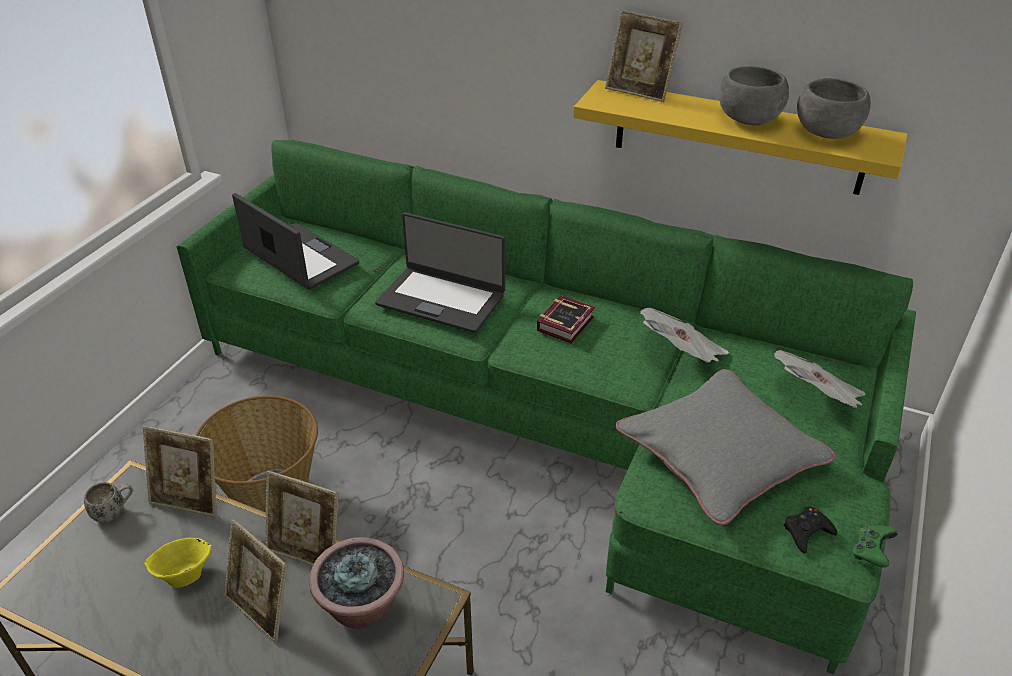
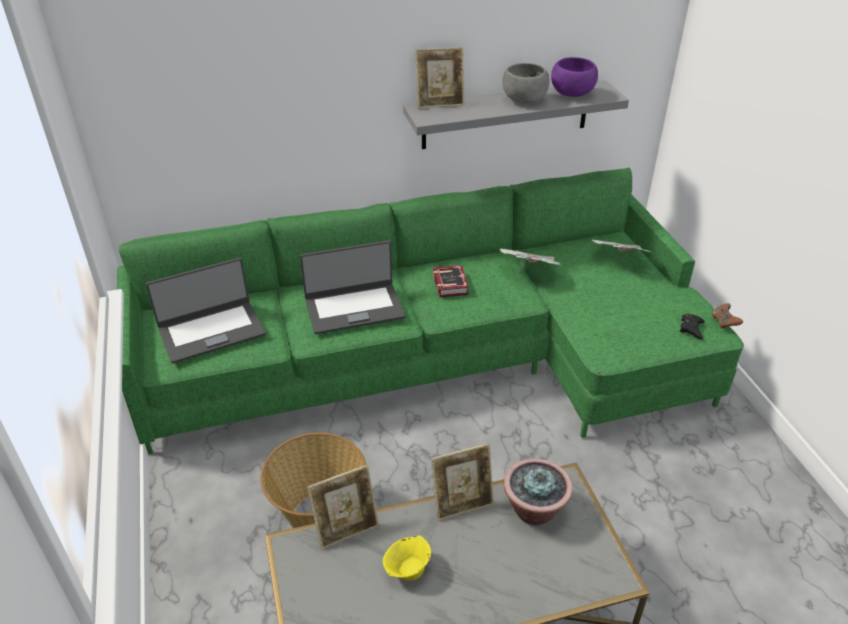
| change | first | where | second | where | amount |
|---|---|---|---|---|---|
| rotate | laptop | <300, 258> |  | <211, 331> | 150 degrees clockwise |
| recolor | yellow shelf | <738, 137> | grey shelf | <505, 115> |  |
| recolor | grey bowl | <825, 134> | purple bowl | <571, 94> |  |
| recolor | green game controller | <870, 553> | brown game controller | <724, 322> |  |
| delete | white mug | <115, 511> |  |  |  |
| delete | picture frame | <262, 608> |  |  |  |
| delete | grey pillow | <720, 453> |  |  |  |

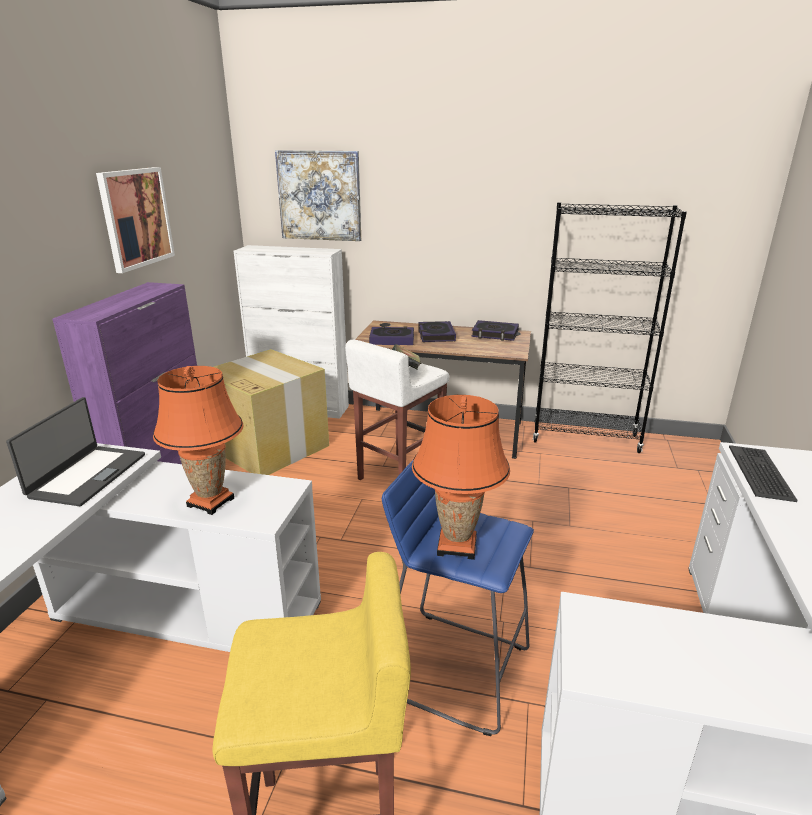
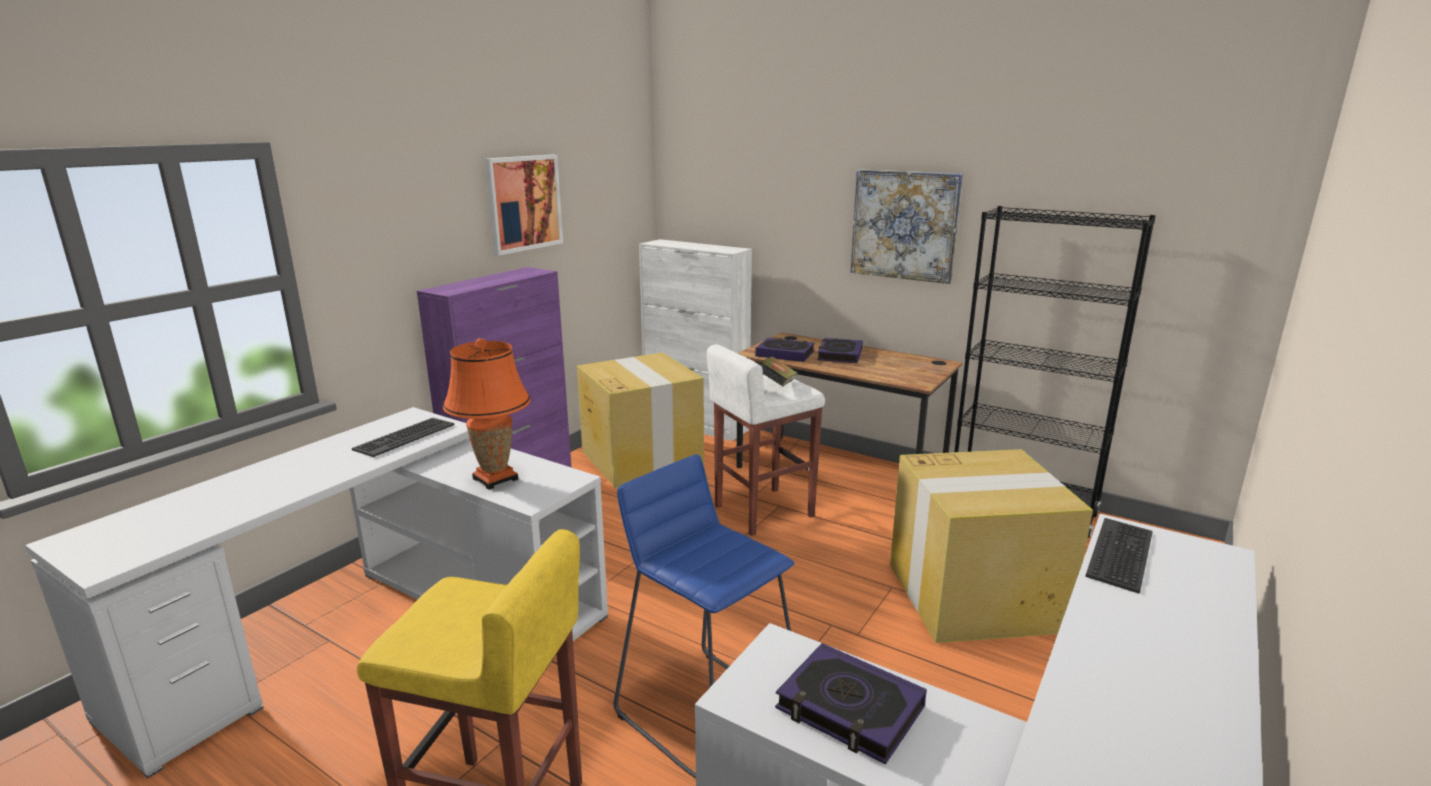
| change | first | where | second | where | amount |
|---|---|---|---|---|---|
| replace | laptop | <87, 475> | keyboard | <404, 437> |  |
| move | book | <495, 334> |  | <849, 709> |  |
| move | picture | <319, 196> |  | <904, 225> |  |
| insert |  |  | cardboard box | <975, 596> |  |
| delete | orange table lamp | <457, 545> |  |  |  |

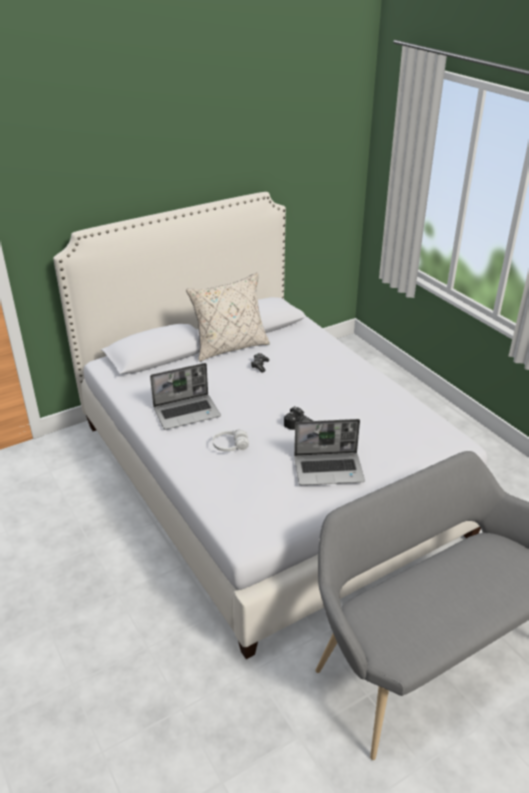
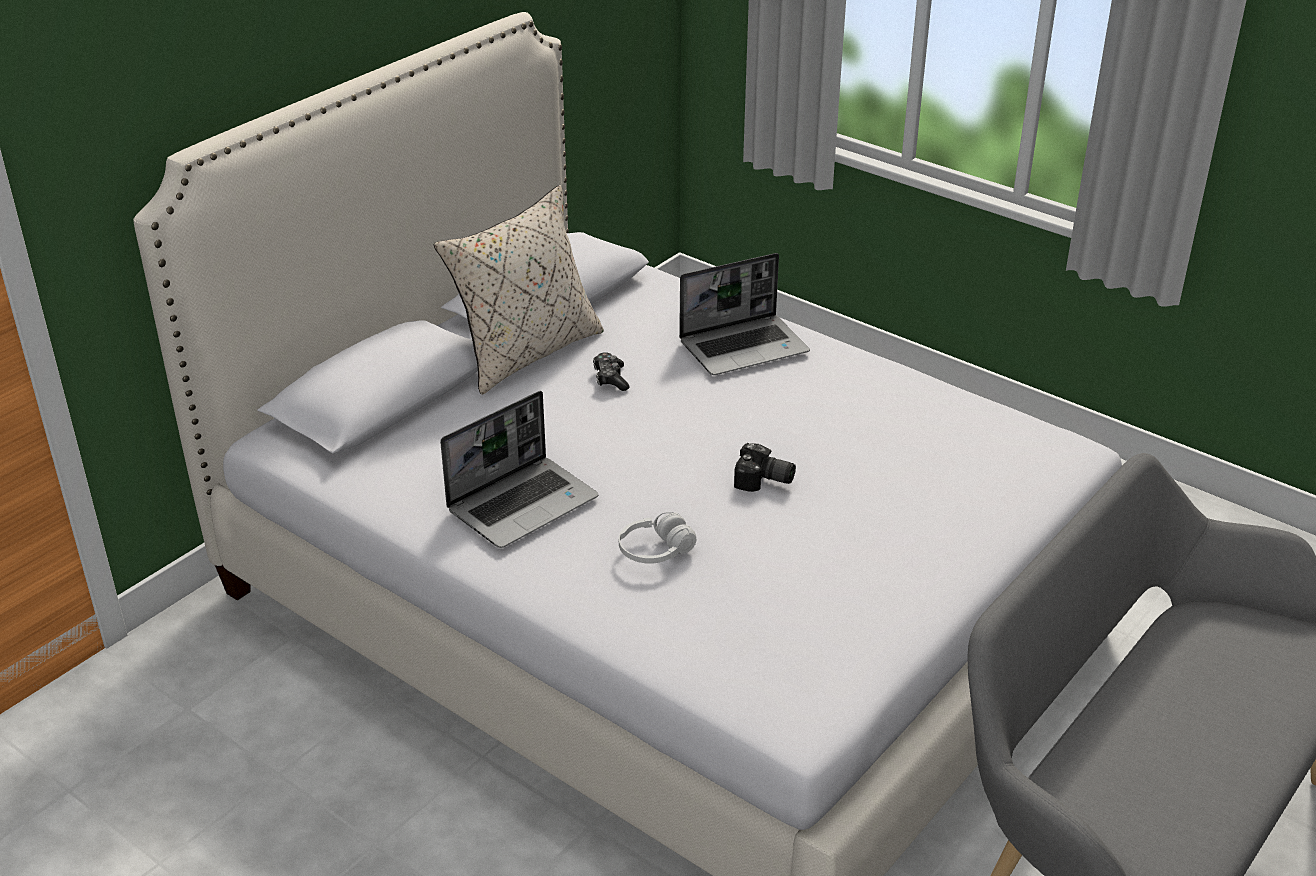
| change | first | where | second | where | amount |
|---|---|---|---|---|---|
| move | laptop | <329, 469> |  | <744, 347> |  |

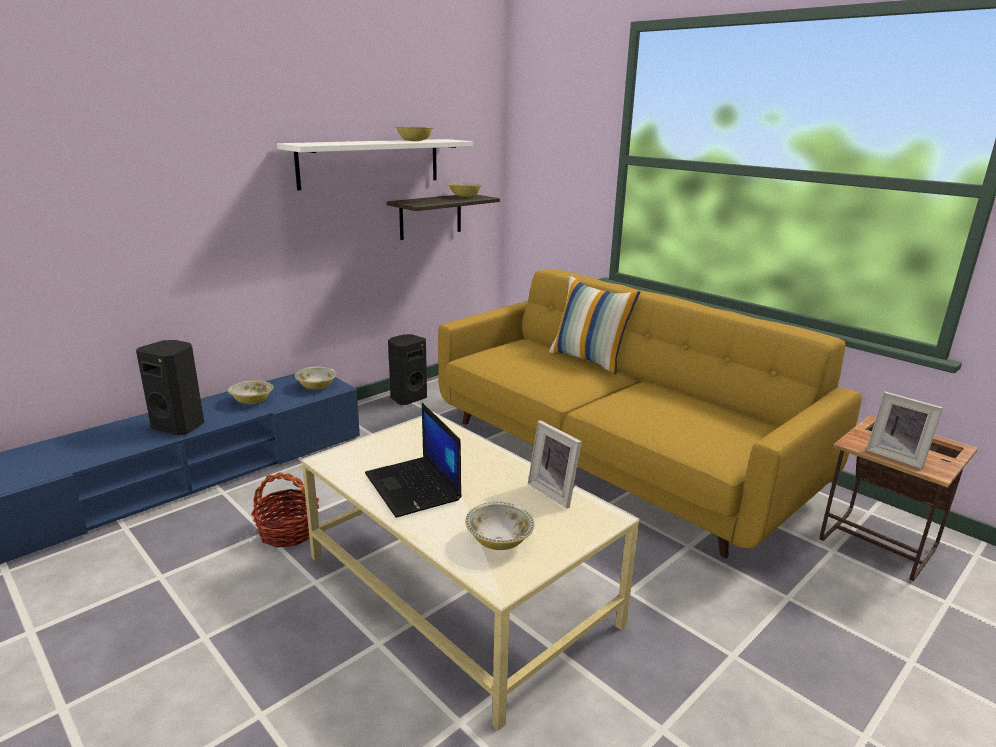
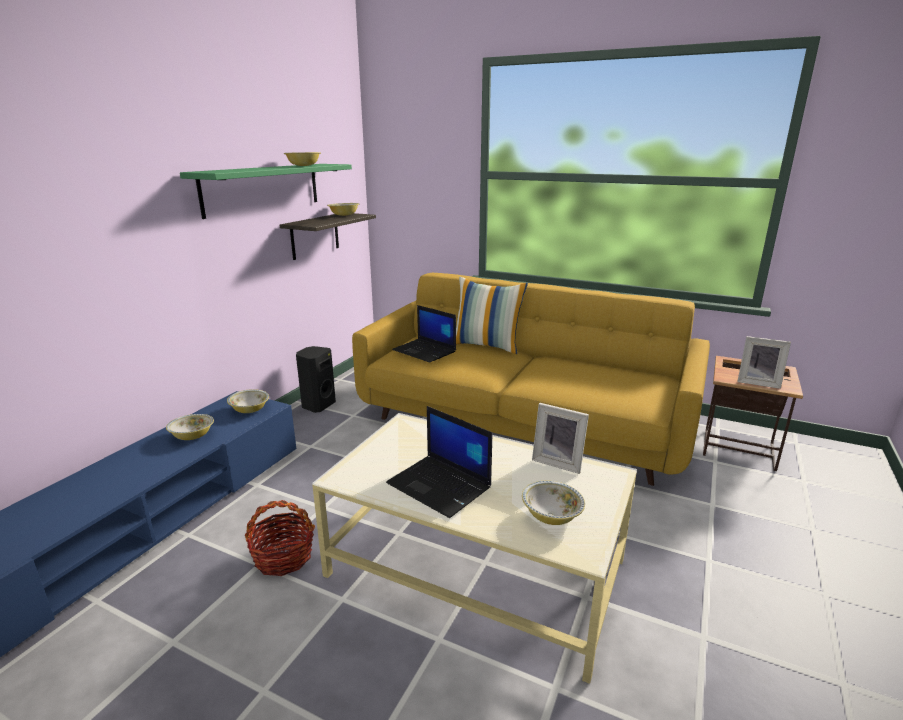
| change | first | where | second | where | amount |
|---|---|---|---|---|---|
| recolor | white shelf | <370, 163> | green shelf | <263, 188> |  |
| insert |  |  | laptop | <425, 351> |  |
| delete | black speaker | <180, 426> |  |  |  |

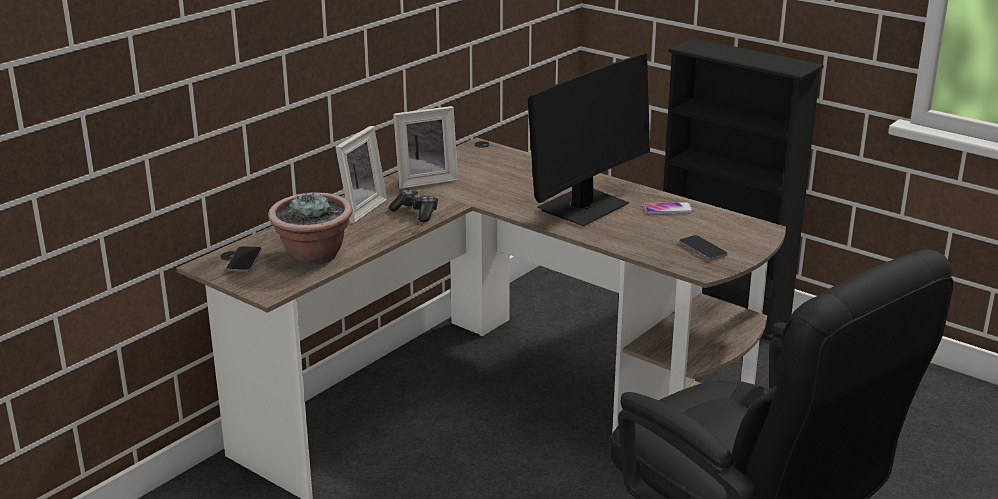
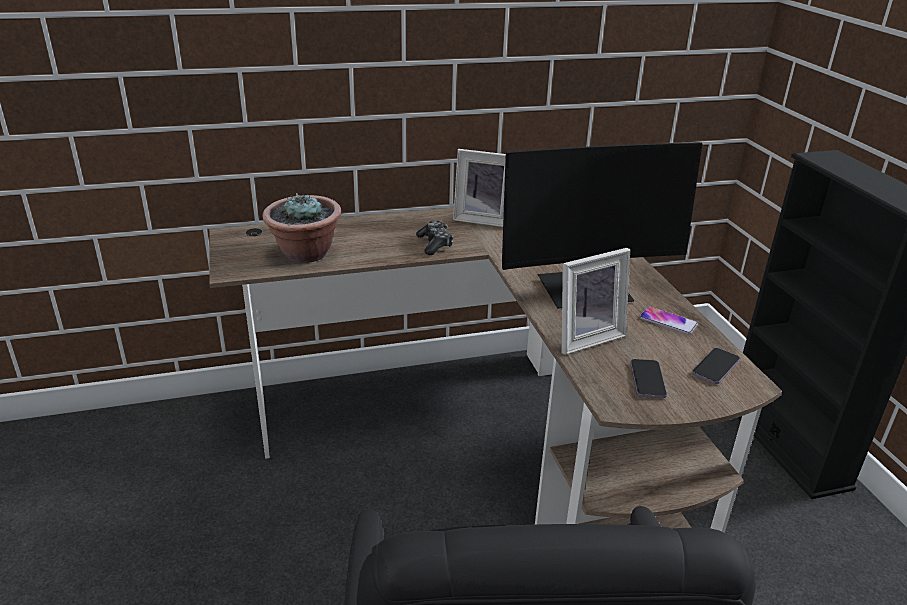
| change | first | where | second | where | amount |
|---|---|---|---|---|---|
| move | picture frame | <358, 209> |  | <585, 337> |  |
| move | phone | <244, 261> |  | <715, 367> |  |

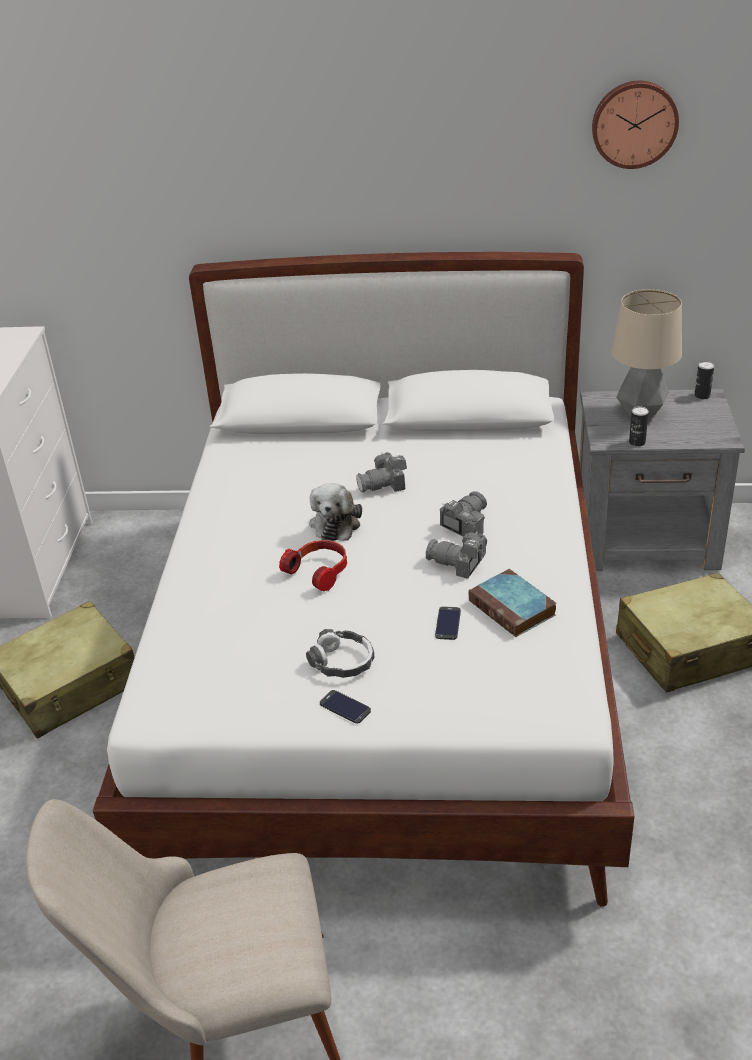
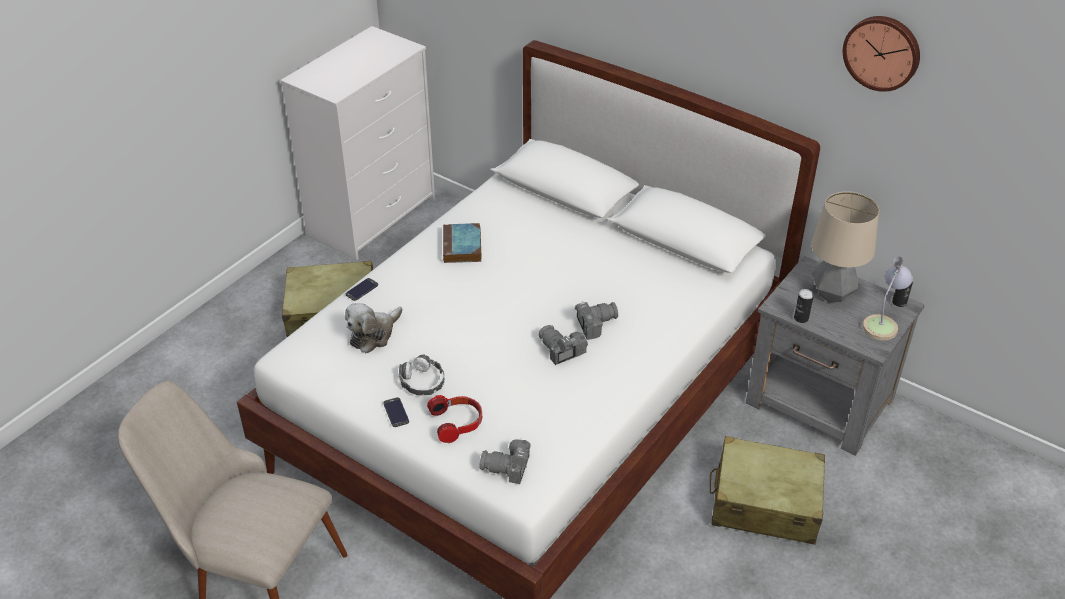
| change | first | where | second | where | amount |
|---|---|---|---|---|---|
| move | phone | <448, 623> |  | <362, 289> |  |
| move | plush toy | <336, 522> |  | <373, 334> |  |
| move | headphones | <319, 571> |  | <457, 423> |  |
| move | book | <513, 608> |  | <462, 247> |  |
| move | photo camera | <384, 484> |  | <508, 468> |  |
| insert |  |  | table lamp | <883, 324> |  |

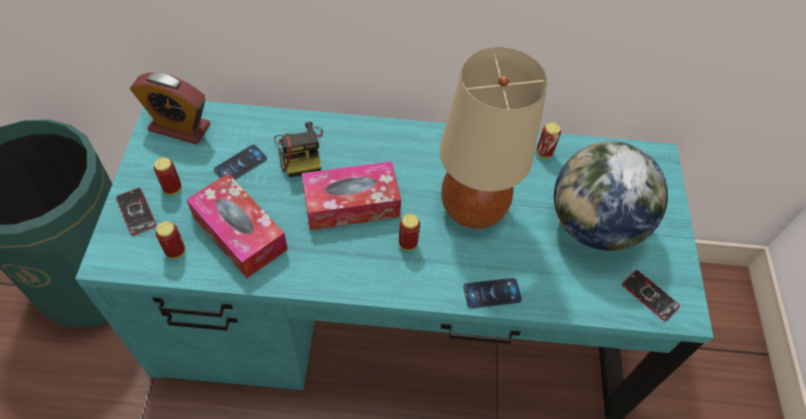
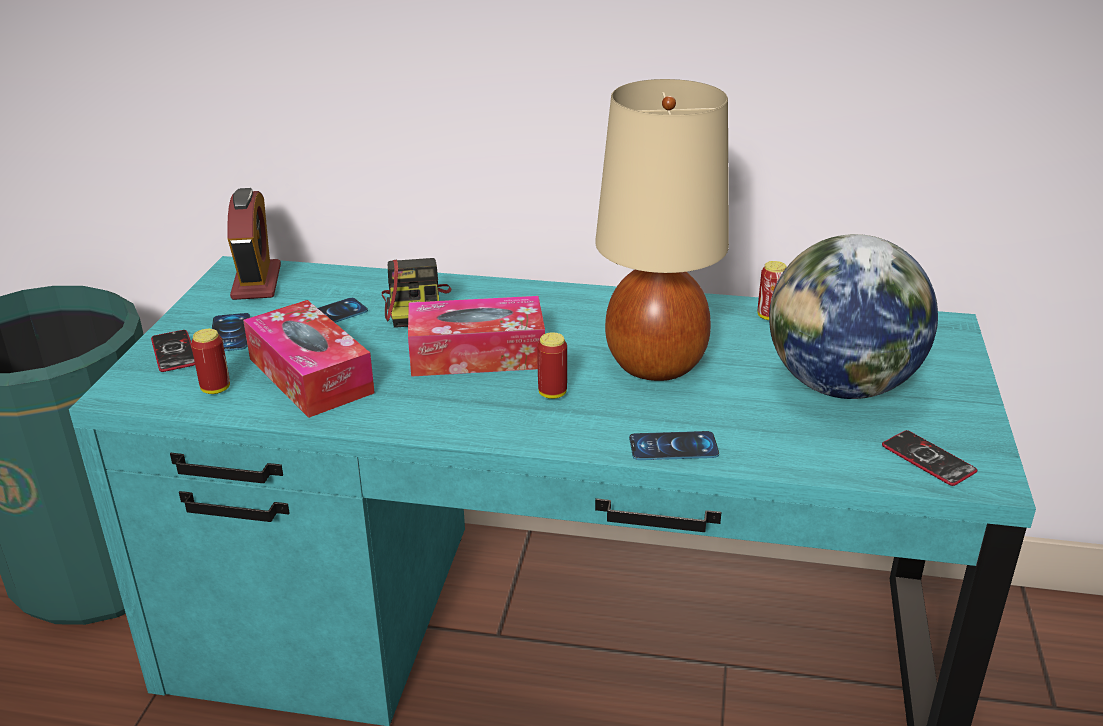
| change | first | where | second | where | amount |
|---|---|---|---|---|---|
| replace | can | <172, 188> | phone | <230, 333> |  |
| rotate | alarm clock | <179, 127> |  | <256, 282> | 120 degrees counterclockwise |

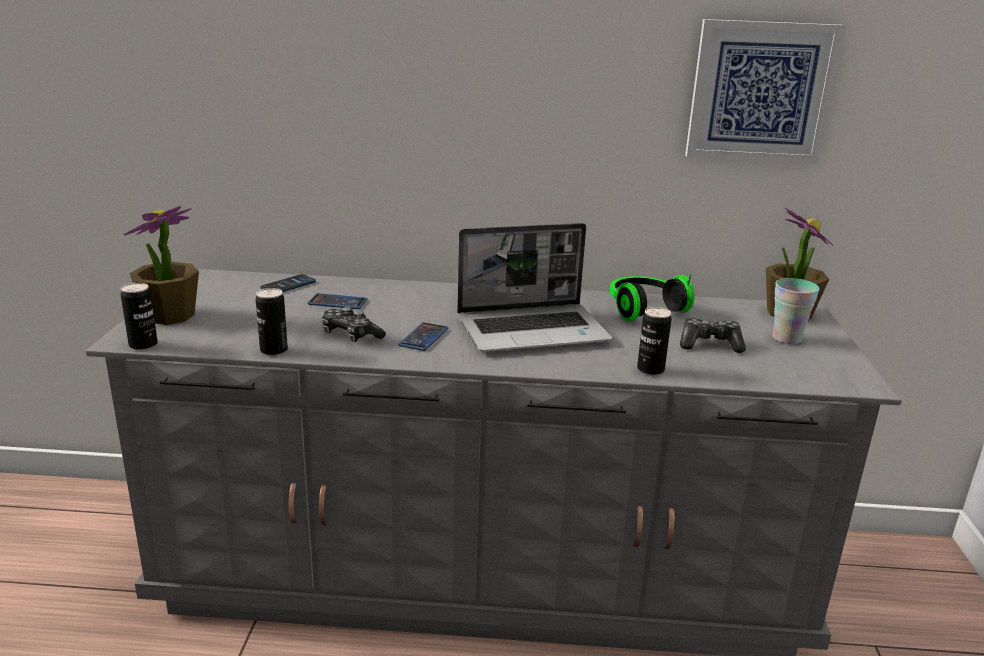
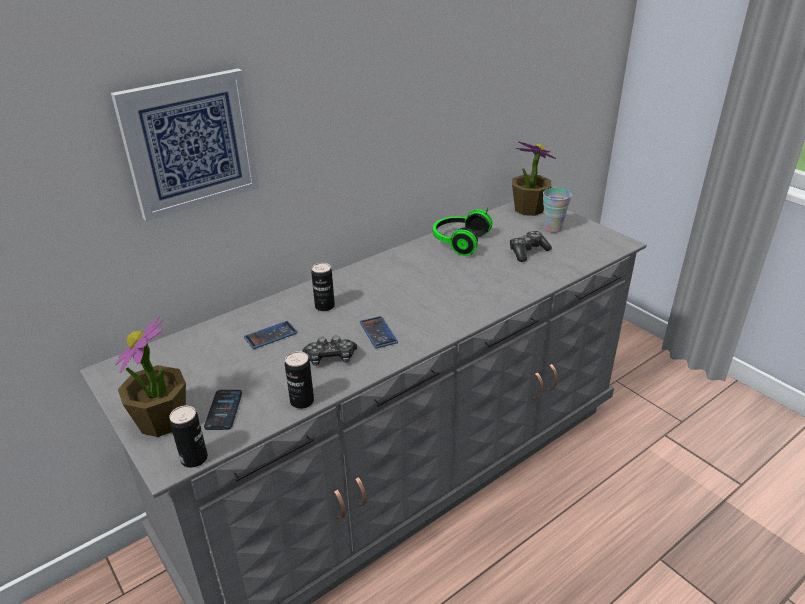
| change | first | where | second | where | amount |
|---|---|---|---|---|---|
| move | picture | <760, 92> |  | <190, 143> |  |
| move | phone | <288, 285> |  | <224, 410> |  |
| move | can | <650, 370> |  | <324, 306> |  |
| delete | laptop | <533, 330> |  |  |  |

